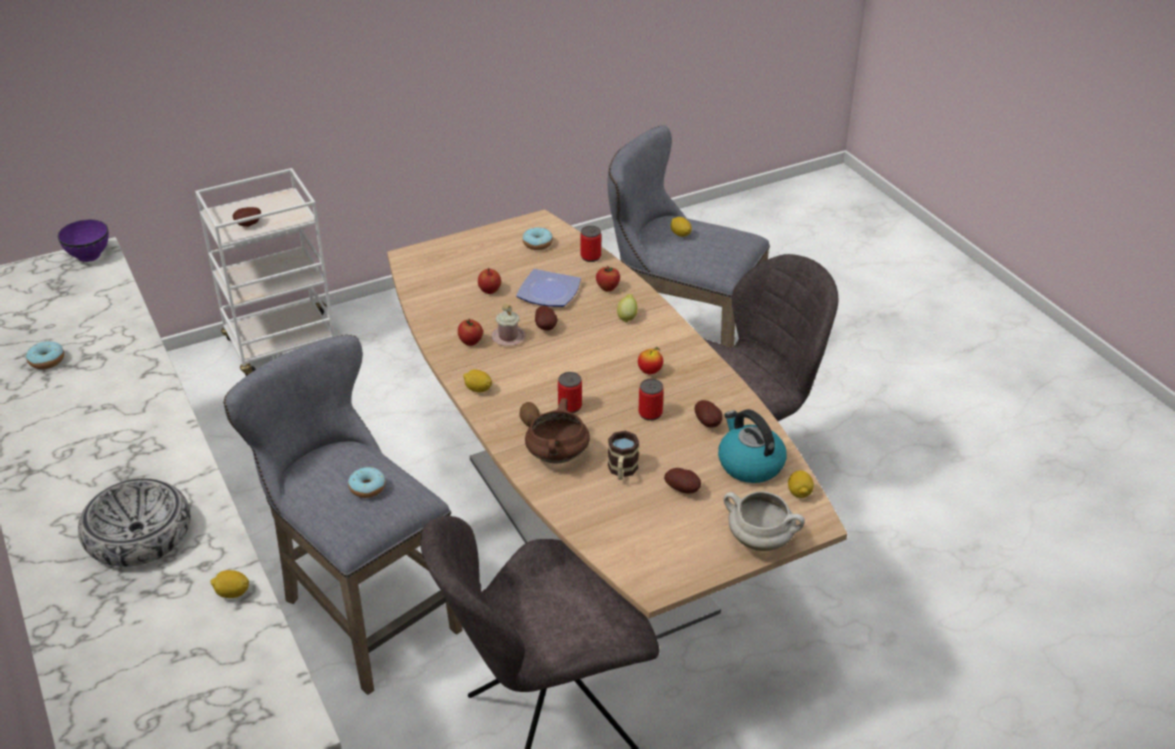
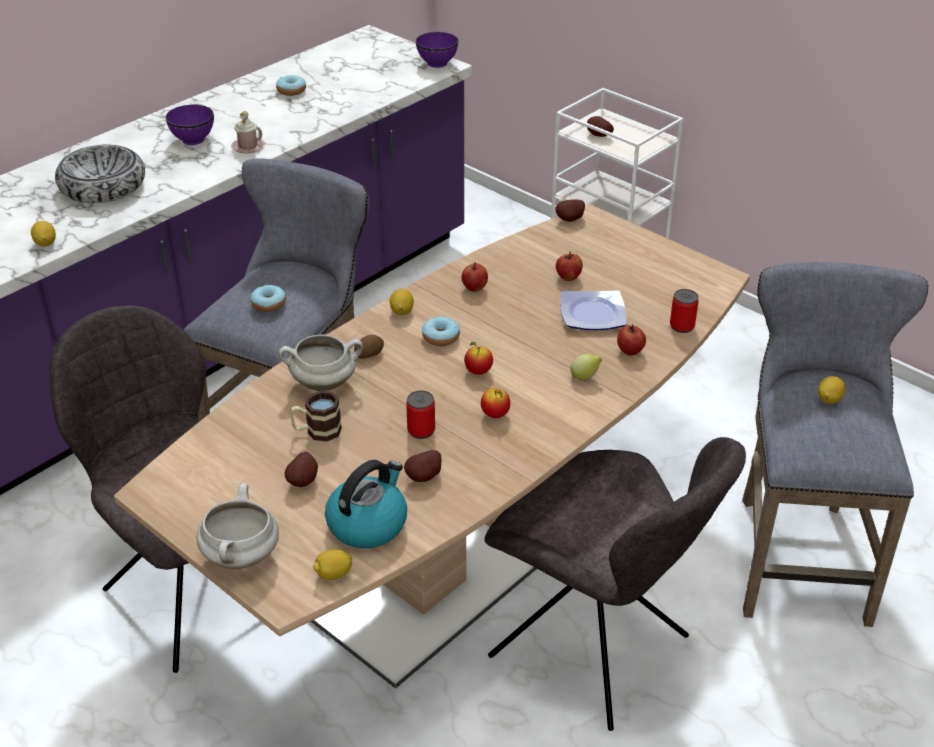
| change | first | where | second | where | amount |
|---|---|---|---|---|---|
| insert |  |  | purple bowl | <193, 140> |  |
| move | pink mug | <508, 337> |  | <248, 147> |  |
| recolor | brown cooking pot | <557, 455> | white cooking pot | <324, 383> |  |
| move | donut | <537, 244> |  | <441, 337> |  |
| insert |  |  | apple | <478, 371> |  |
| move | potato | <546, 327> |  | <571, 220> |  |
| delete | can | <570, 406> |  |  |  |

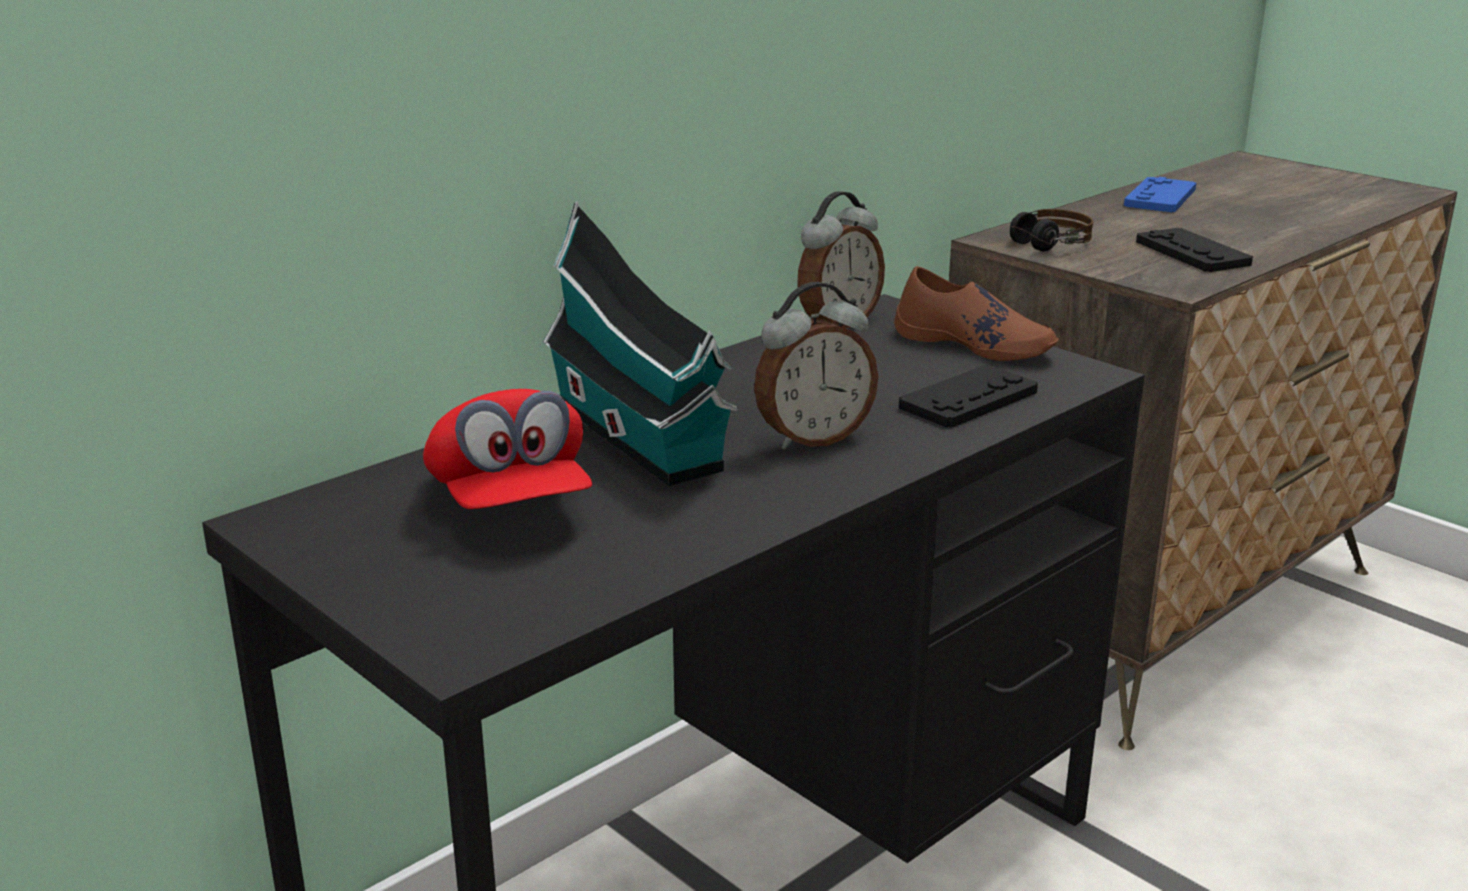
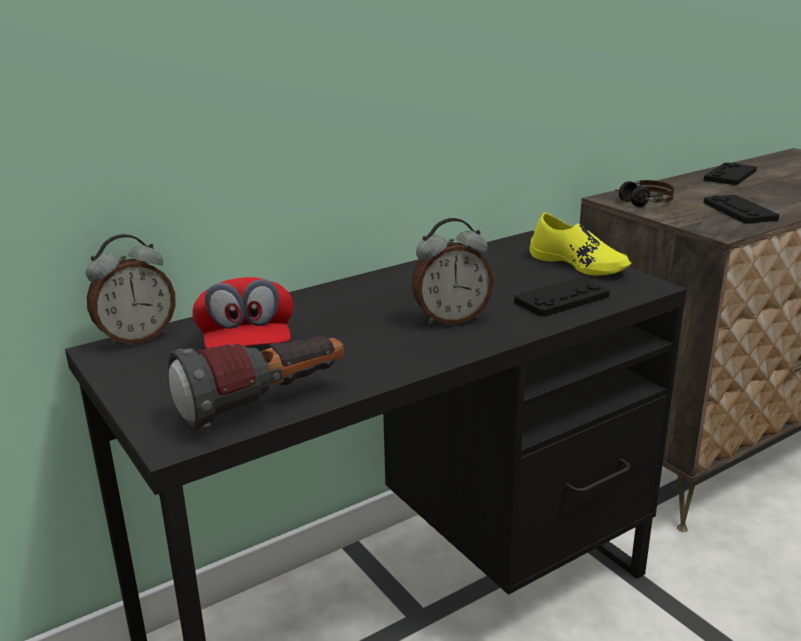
| change | first | where | second | where | amount |
|---|---|---|---|---|---|
| move | alarm clock | <837, 324> |  | <137, 338> |  |
| insert |  |  | flashlight | <265, 405> |  |
| recolor | brown shoe | <975, 344> | yellow shoe | <579, 264> |  |
| recolor | blue game controller | <1160, 197> | black game controller | <730, 175> |  |
| delete | toy house | <642, 439> |  |  |  |

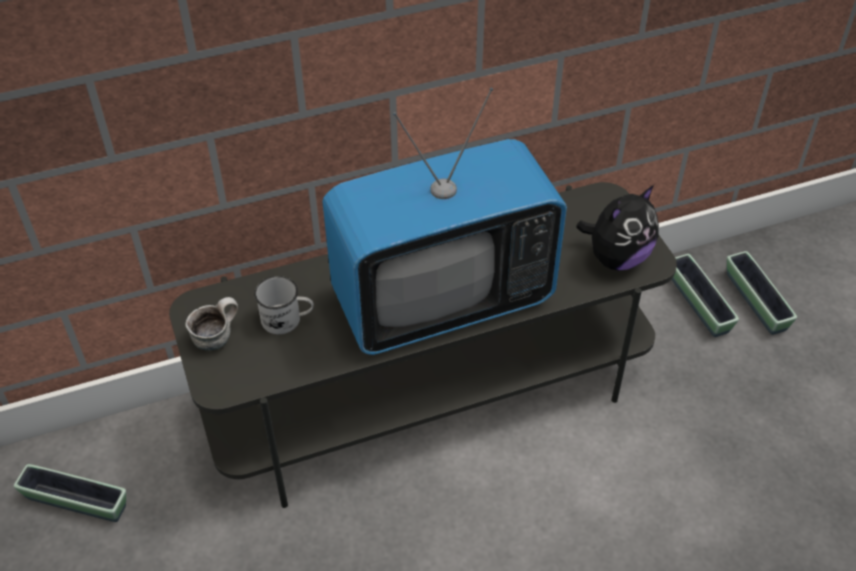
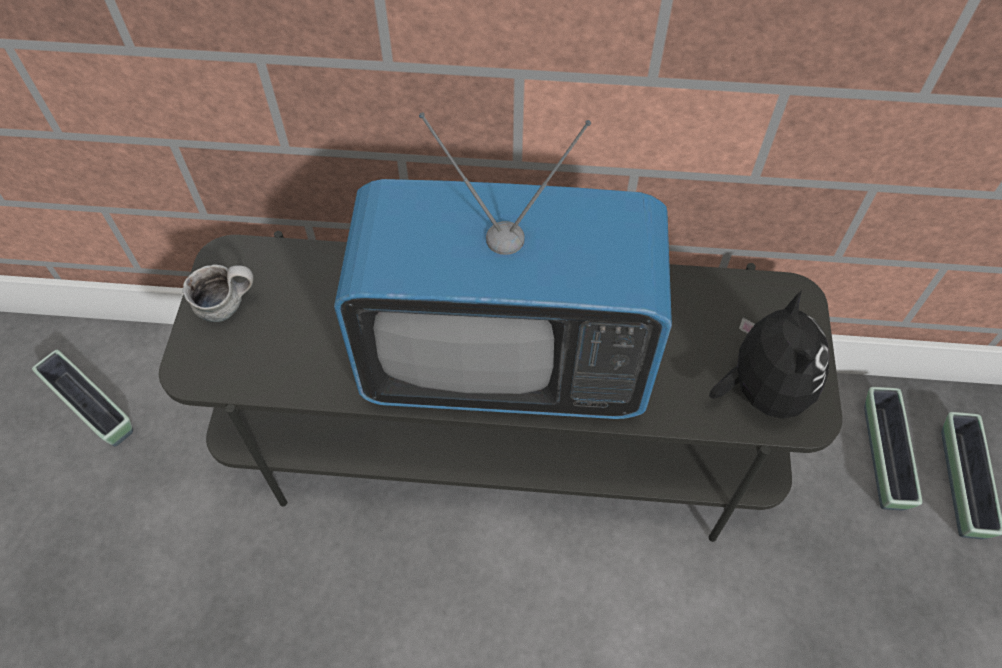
| change | first | where | second | where | amount |
|---|---|---|---|---|---|
| rotate | plush toy | <616, 257> |  | <761, 390> | 75 degrees counterclockwise |
| delete | white mug | <287, 320> |  |  |  |

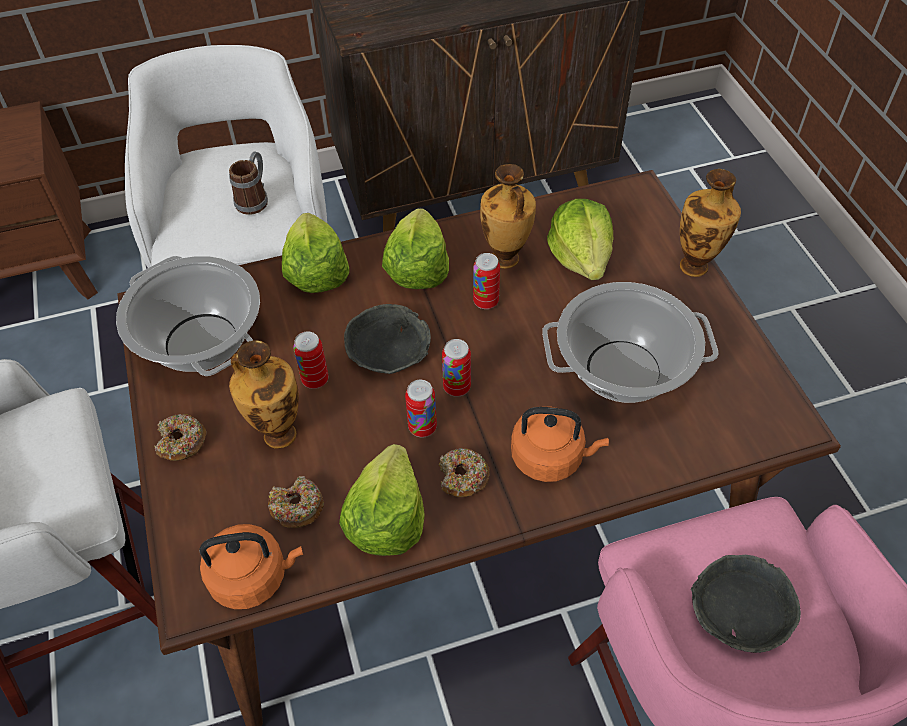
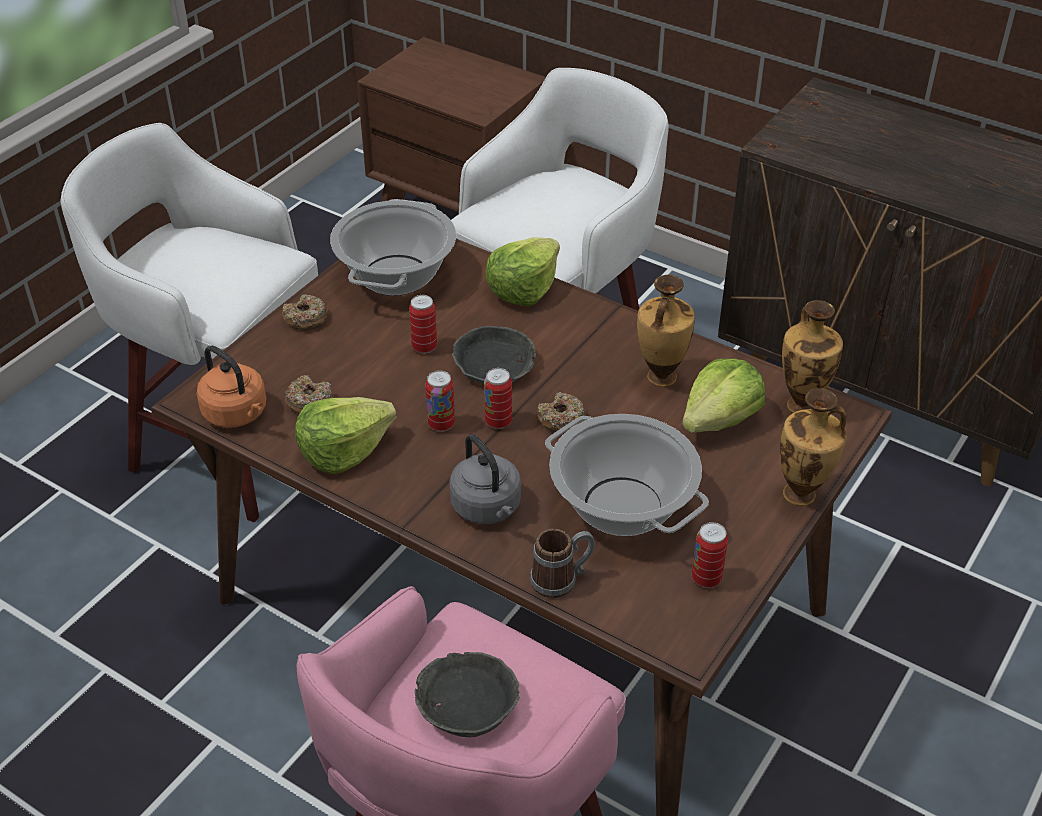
| change | first | where | second | where | amount |
|---|---|---|---|---|---|
| recolor | orange kettle | <551, 457> | grey kettle | <488, 508> |  |
| move | mug | <255, 199> |  | <561, 579> |  |
| move | donut | <462, 477> |  | <561, 419> |  |
| move | can | <486, 301> |  | <706, 578> |  |
| move | vase | <278, 433> |  | <801, 404> |  |
| delete | lettuce | <417, 268> |  |  |  |

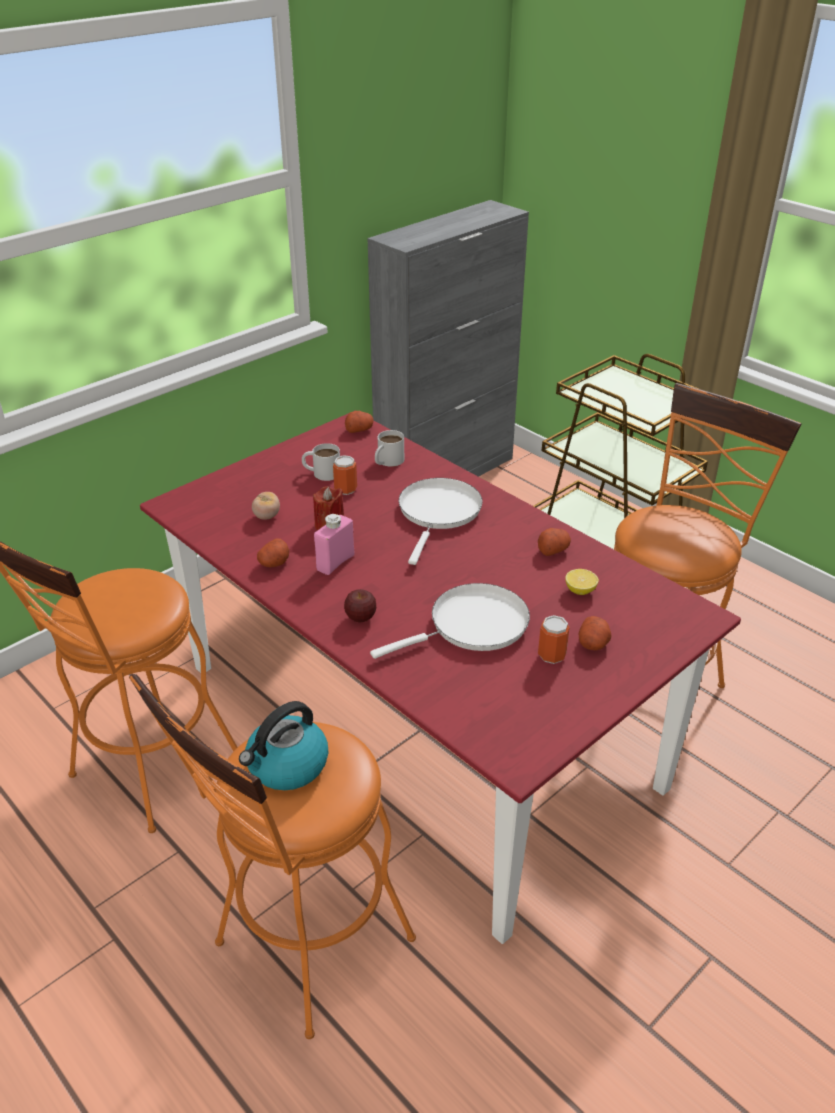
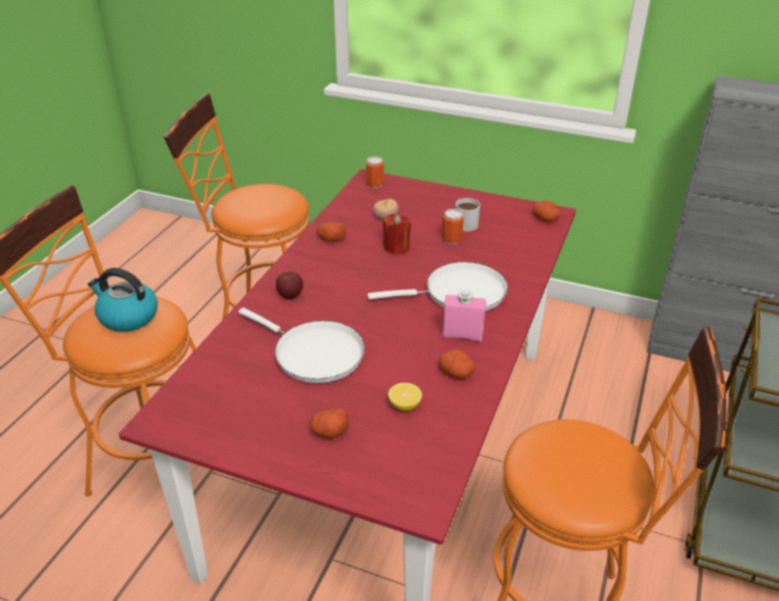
| change | first | where | second | where | amount |
|---|---|---|---|---|---|
| move | can | <551, 655> |  | <375, 184> |  |
| move | pink bottle | <335, 562> |  | <462, 335> |  |
| delete | white mug | <387, 462> |  |  |  |

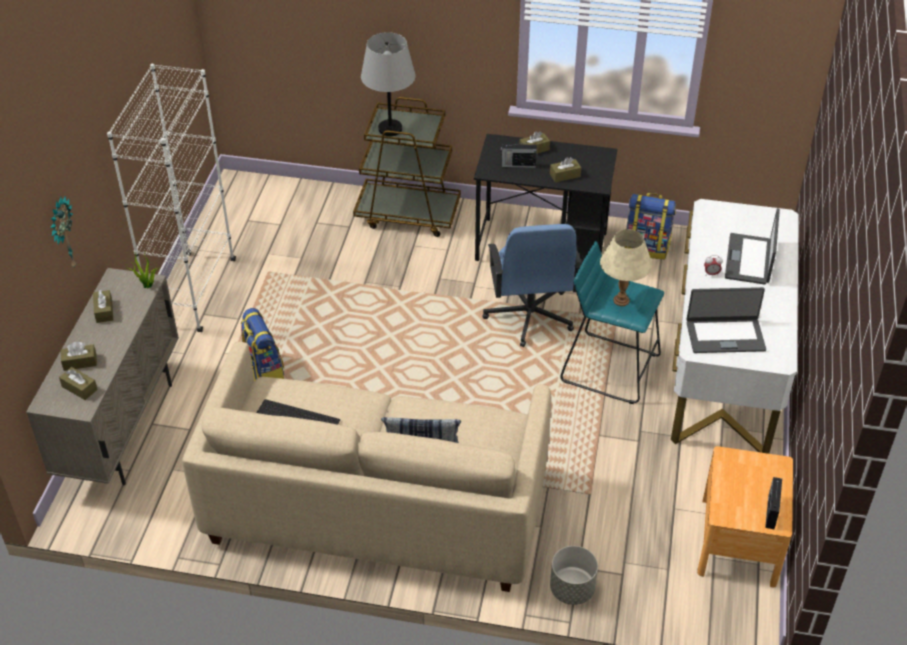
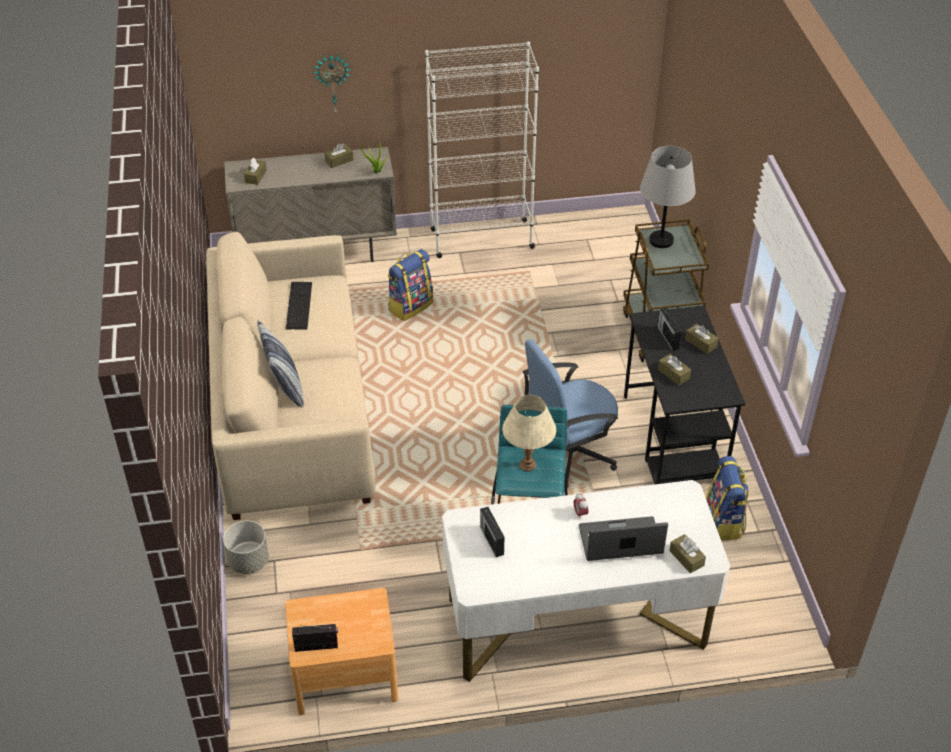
| change | first | where | second | where | amount |
|---|---|---|---|---|---|
| replace | laptop | <725, 335> | radio | <491, 540> |  |
| move | brown tissue box | <80, 362> |  | <686, 558> |  |

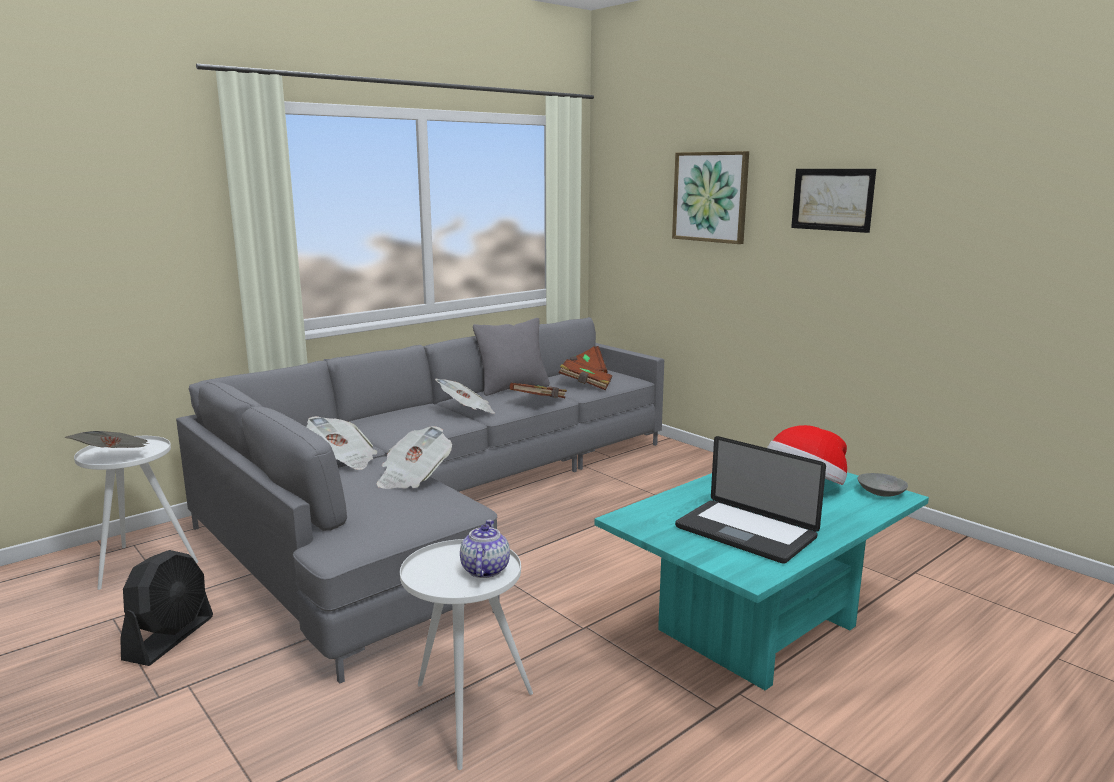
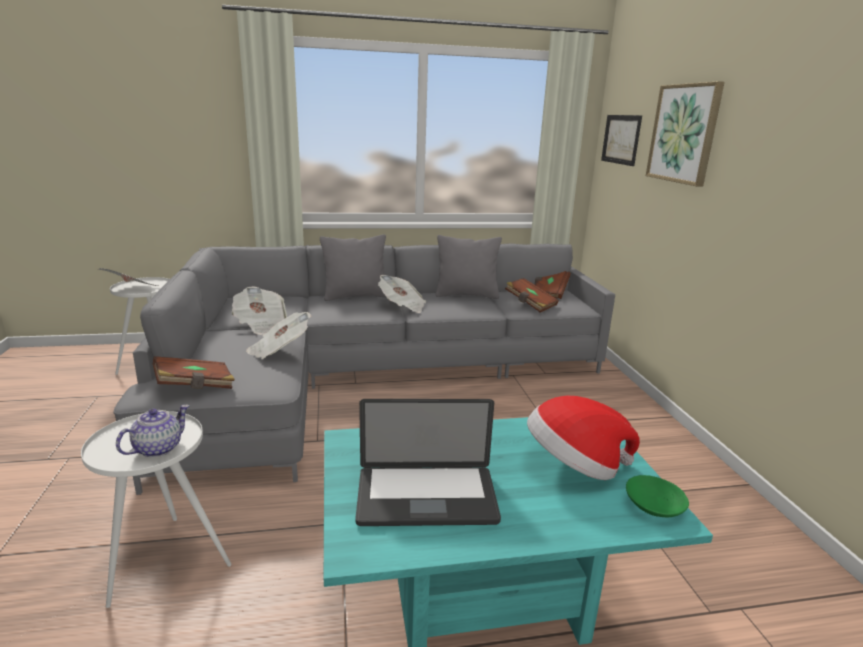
| change | first | where | second | where | amount |
|---|---|---|---|---|---|
| move | brown book | <539, 402> |  | <195, 386> |  |
| insert |  |  | grey pillow | <356, 296> |  |
| rotate | laptop | <745, 532> |  | <426, 497> | 75 degrees counterclockwise |
| move | picture | <832, 199> |  | <621, 139> |  |
| recolor | grey bowl | <882, 492> | green bowl | <655, 506> |  |
| delete | black fan | <170, 638> |  |  |  |

